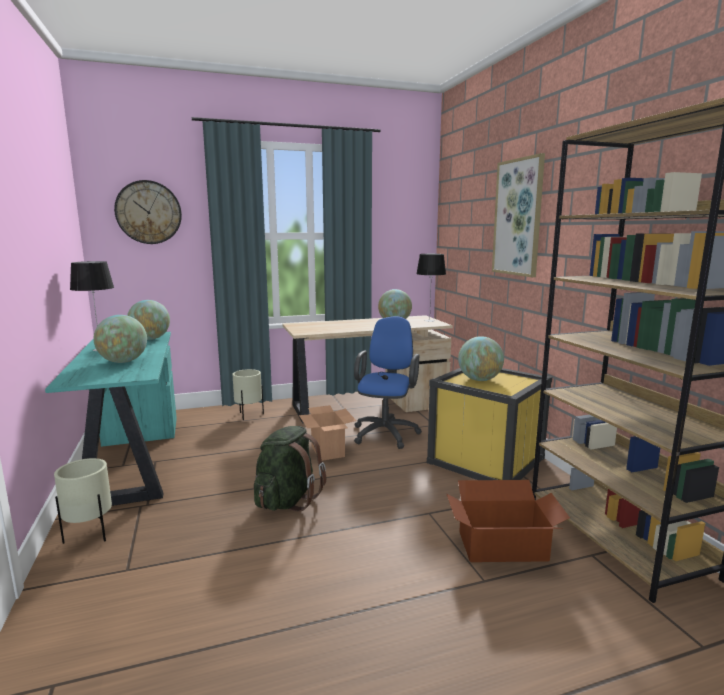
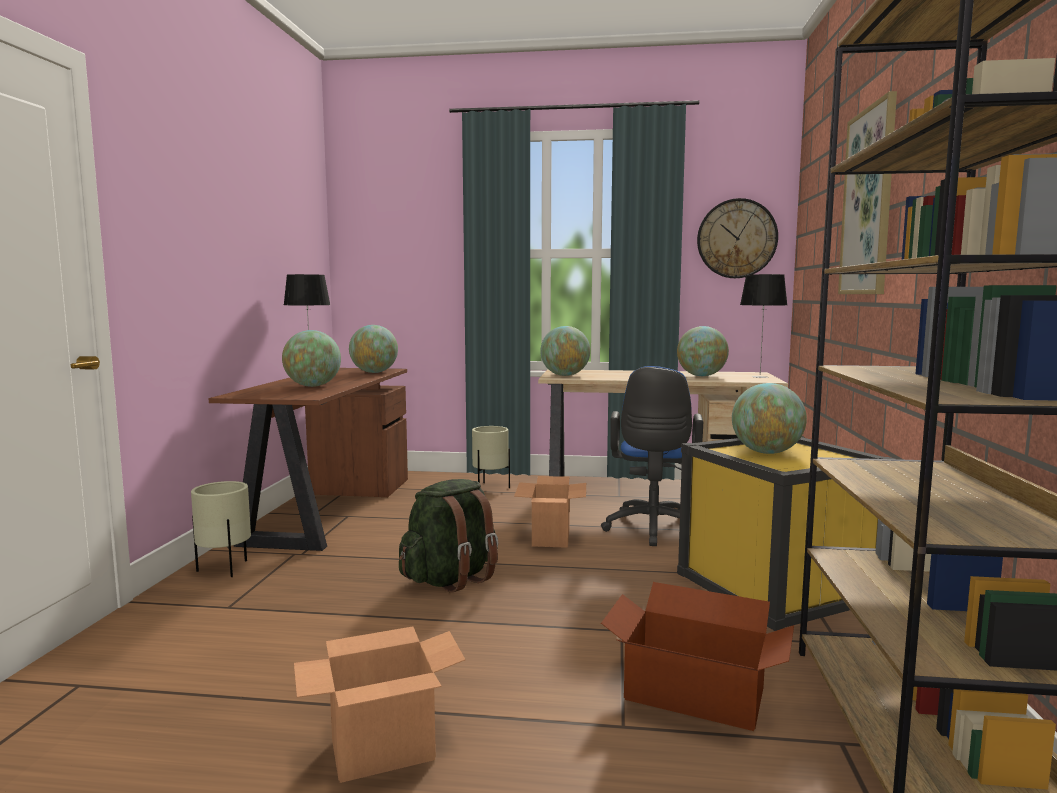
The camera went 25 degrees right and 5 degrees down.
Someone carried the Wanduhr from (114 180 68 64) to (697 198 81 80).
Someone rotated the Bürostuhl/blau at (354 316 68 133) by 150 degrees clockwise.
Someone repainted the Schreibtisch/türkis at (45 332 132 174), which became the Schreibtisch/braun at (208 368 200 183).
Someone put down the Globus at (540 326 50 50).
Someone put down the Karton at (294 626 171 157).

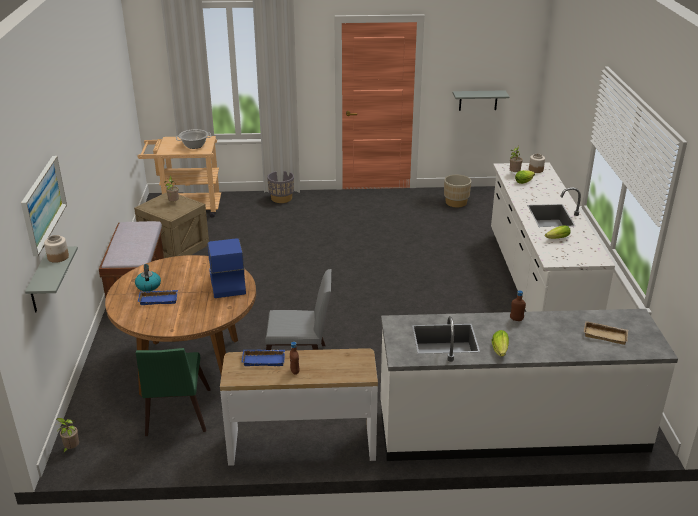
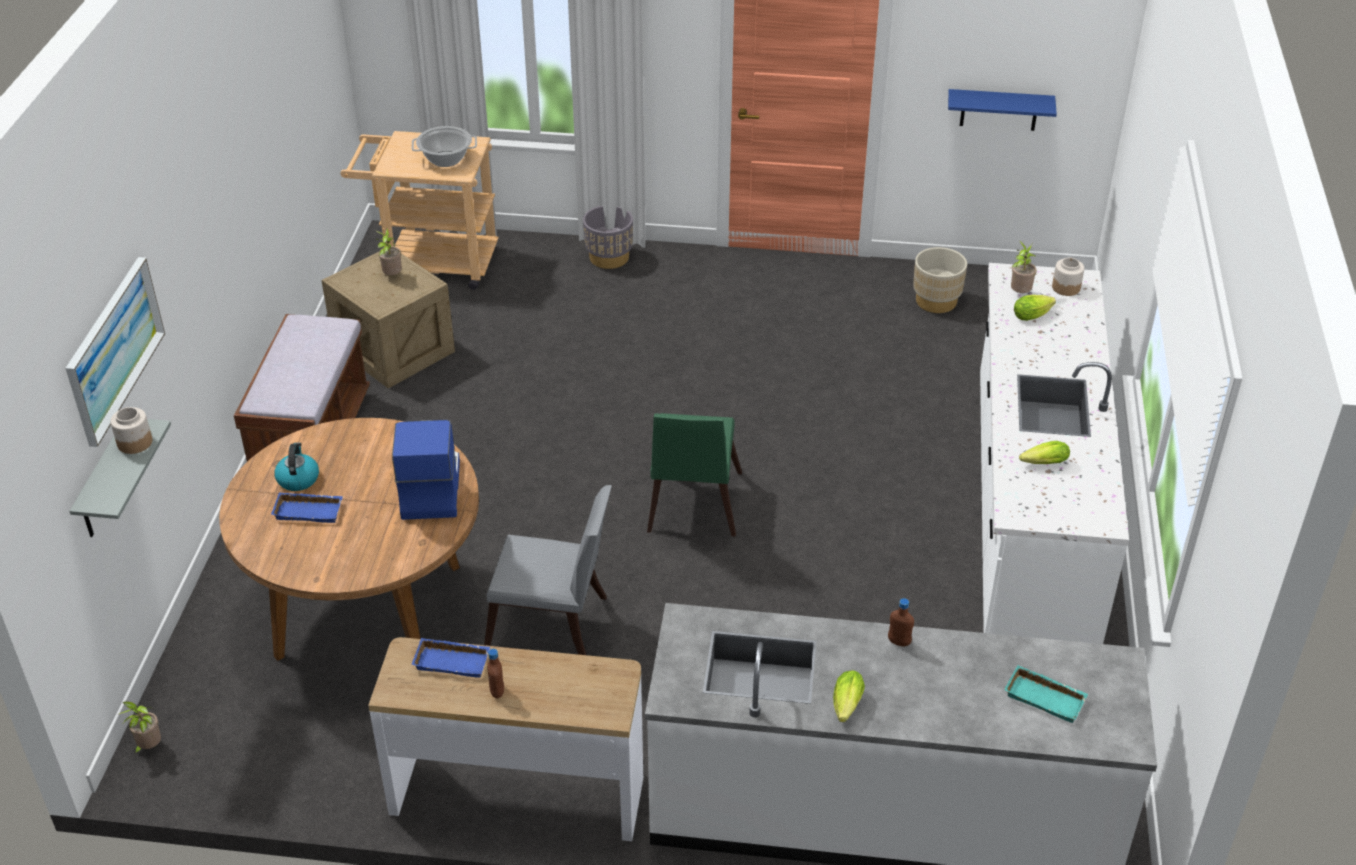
The camera went 10 degrees right and 10 degrees up.
Someone repainted the Wandregal/grau at (453 90 56 21), which became the Wandregal/blau at (948 89 109 42).
Someone repainted the Tablett/beige at (584 321 44 24), which became the Tablett/türkis at (1004 665 84 58).
Someone carried the Stuhl/grün from (136 348 75 88) to (647 413 95 124).

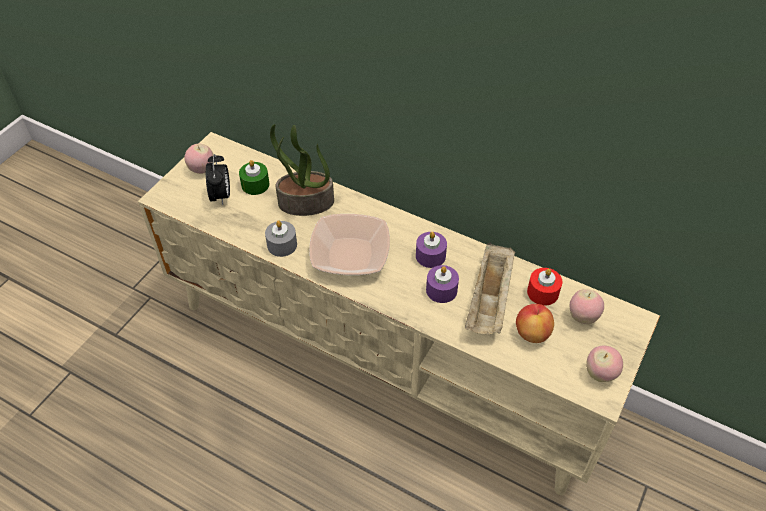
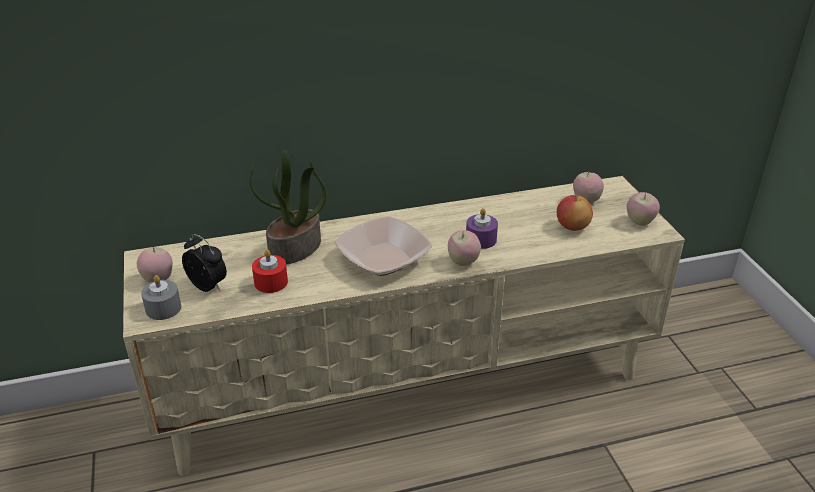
The camera went 45 degrees left and 15 degrees down.
Someone took away the Kerze/grün at (239 160 31 35).
Someone carried the Kerze/grau from (265 221 32 36) to (141 275 40 45).
Someone took away the Kerze/lila at (416 232 31 36).
Someone took away the Tablett/beige at (465 242 50 92).
Someone carried the Kerze/rot from (527 268 35 37) to (252 250 36 43).
Someone put down the Apfel at (448 230 33 36).

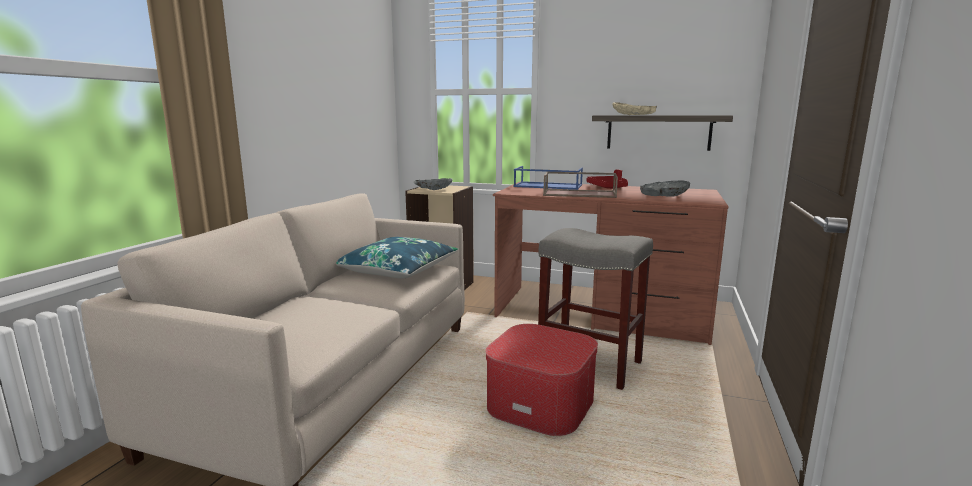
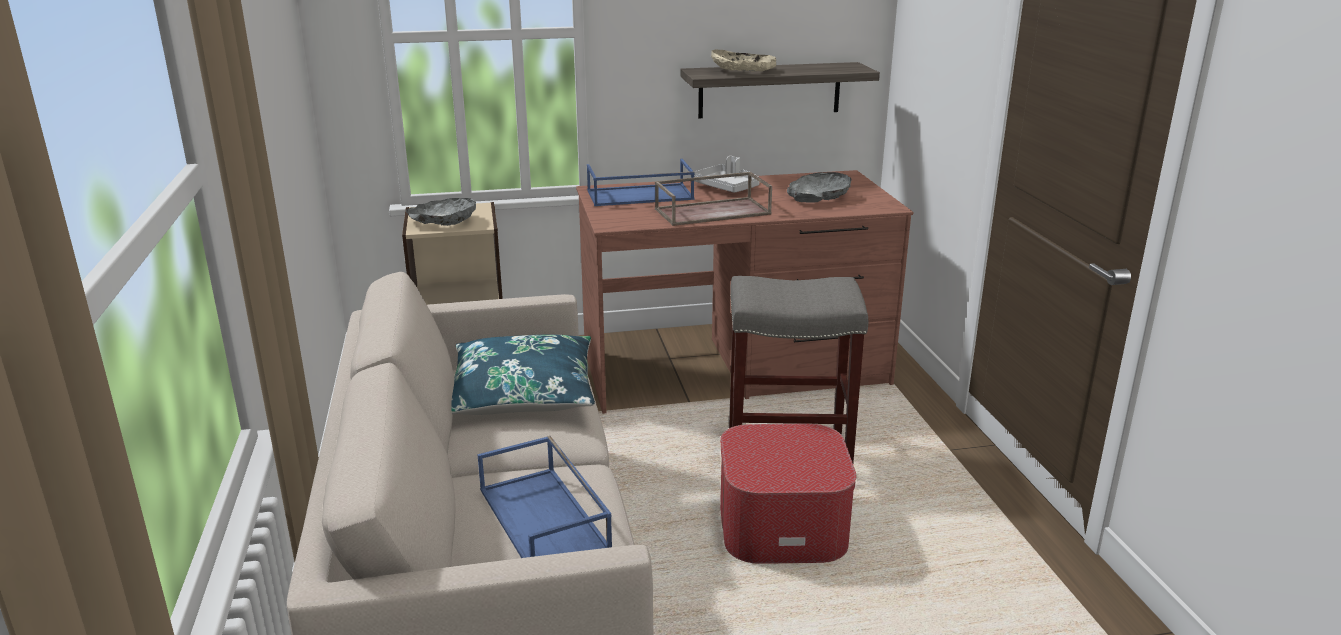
The camera went 30 degrees left and 10 degrees up.
Someone repainted the Tablett/rot at (587 170 41 19), which became the Tablett/grau at (694 156 65 37).
Someone put down the Tablett/blau at (477 436 135 122).

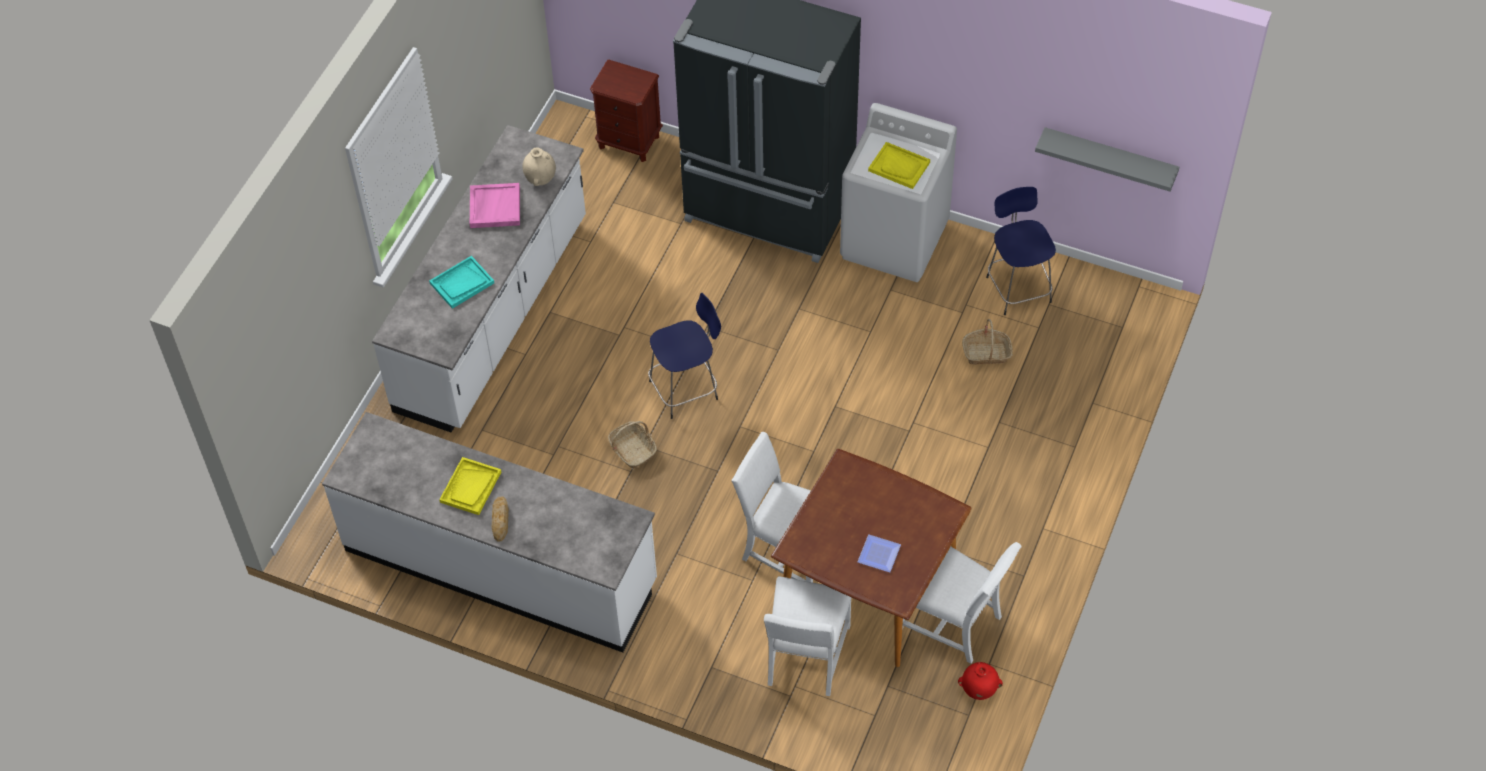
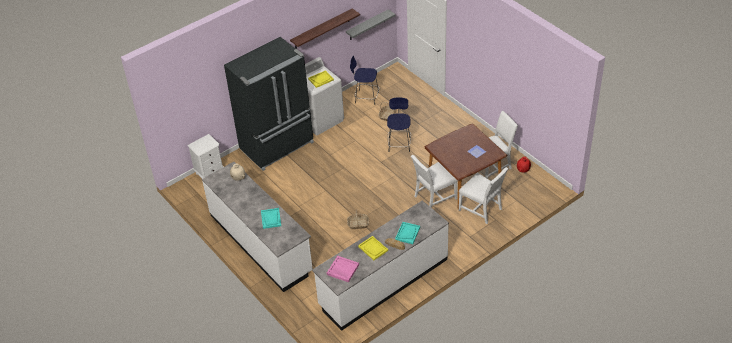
The camera went 60 degrees left and 10 degrees down.
Someone repainted the Nachttisch/braun at (590 59 73 103), which became the Nachttisch/weiß at (188 134 36 45).
Someone carried the Tablett/rosa from (470 183 50 45) to (327 255 32 27).
Someone carried the Hocker/blau from (648 293 73 126) to (387 97 24 55).
Someone put up the Wandregal at (290 8 70 41).
Someone put down the Tablett/türkis at (395 222 25 22).

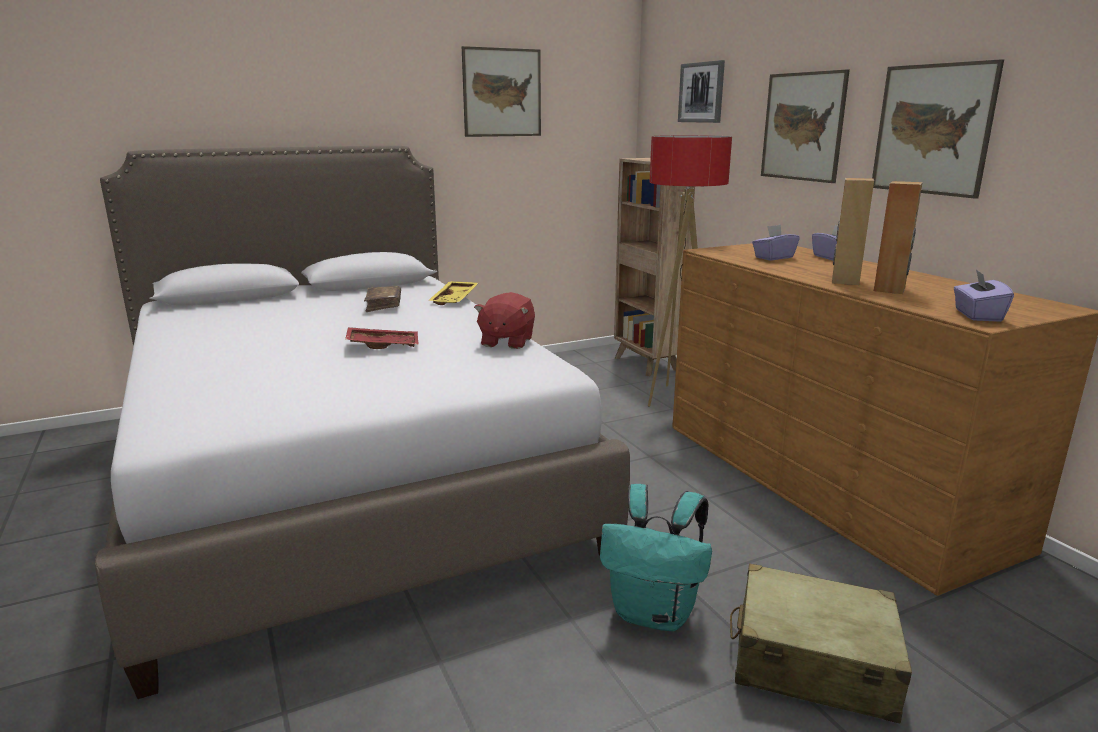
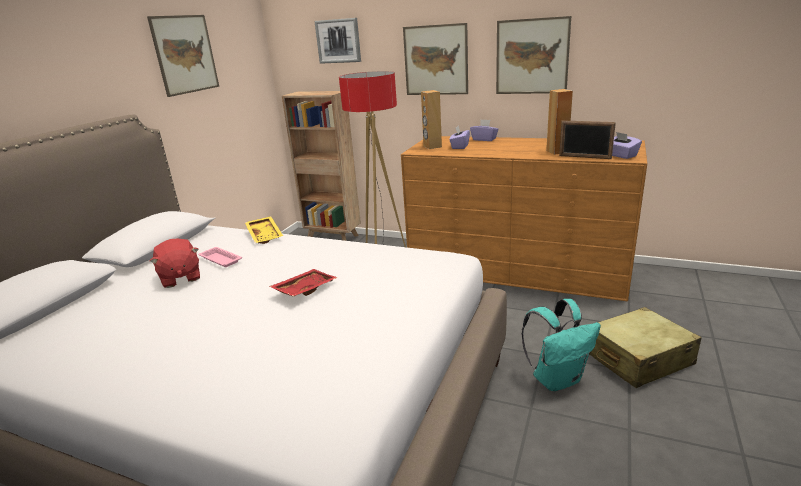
The camera went 40 degrees left and 5 degrees up.
Someone carried the Lautsprecher/braun from (832 178 42 107) to (421 90 21 59).
Someone swapped the Buch/braun at (364 286 37 26) for the Tablett/rosa at (198 247 44 20).
Someone carried the Plüschtier/rot from (474 292 61 57) to (150 239 50 49).
Someone put down the Bilderrahmen at (559 120 57 39).

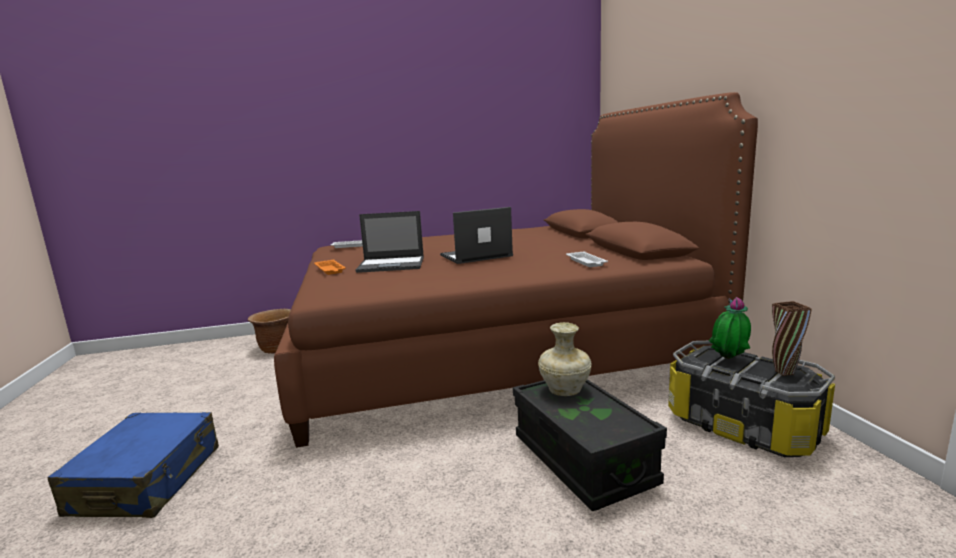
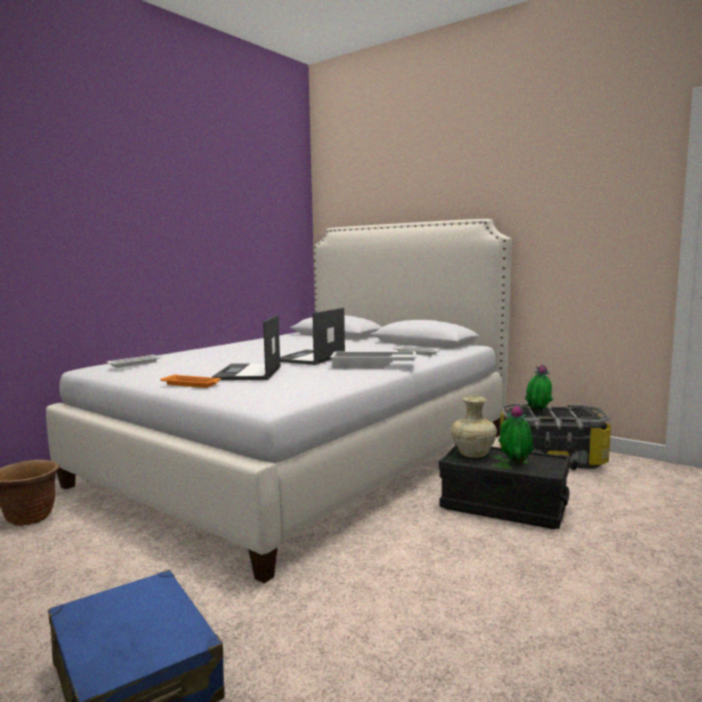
The camera went 40 degrees left and 5 degrees down.
Someone repainted the Bett/braun at (274 92 484 356), which became the Bett/weiß at (46 219 466 364).
Someone rotated the Laptop at (355 211 69 62) by 135 degrees clockwise.
Someone took away the Vase/braun at (772 301 40 75).
Someone put down the Tablett/weiß at (330 351 86 18).
Someone put down the Topfpflanze at (498 405 36 59).

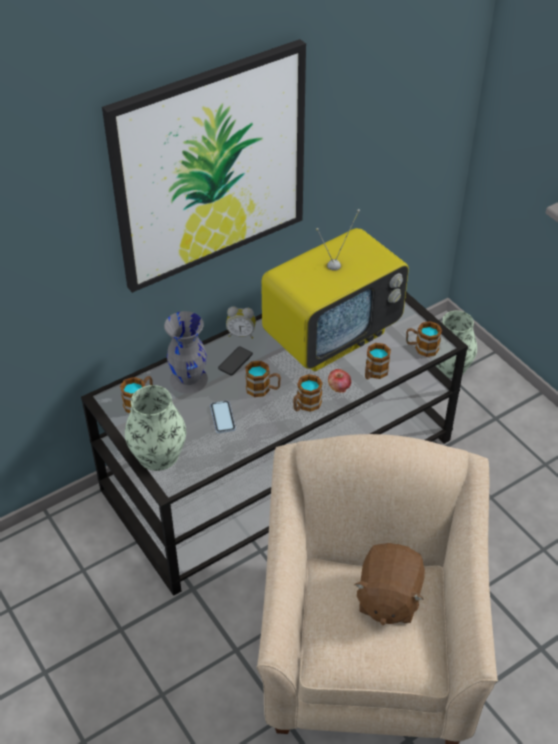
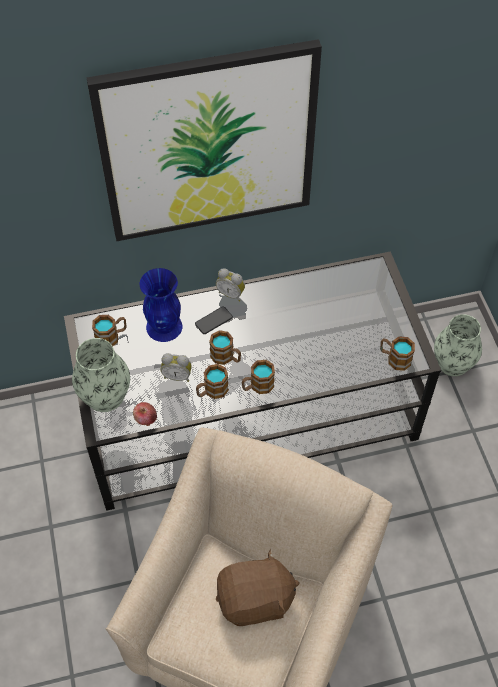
The camera went 20 degrees right and 10 degrees up.
Someone took away the Fernseher at (261 209 148 162).
Someone repainted the Vase/grau at (164 311 44 83), which became the Vase/blau at (140 268 42 74).
Someone carried the Henkelbecher from (365 343 26 37) to (196 364 33 35).
Someone carried the Apfel from (328 369 23 24) to (133 402 24 24).
Someone swapped the Handy at (210 401 26 32) for the Wecker at (161 353 31 29).
Someone rotated the Plüschtier/braun at (354 543 71 82) by 135 degrees counterclockwise.

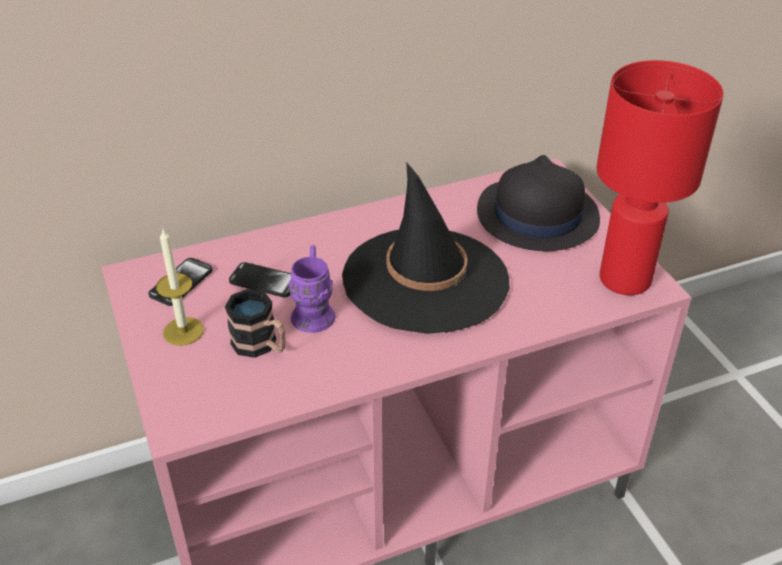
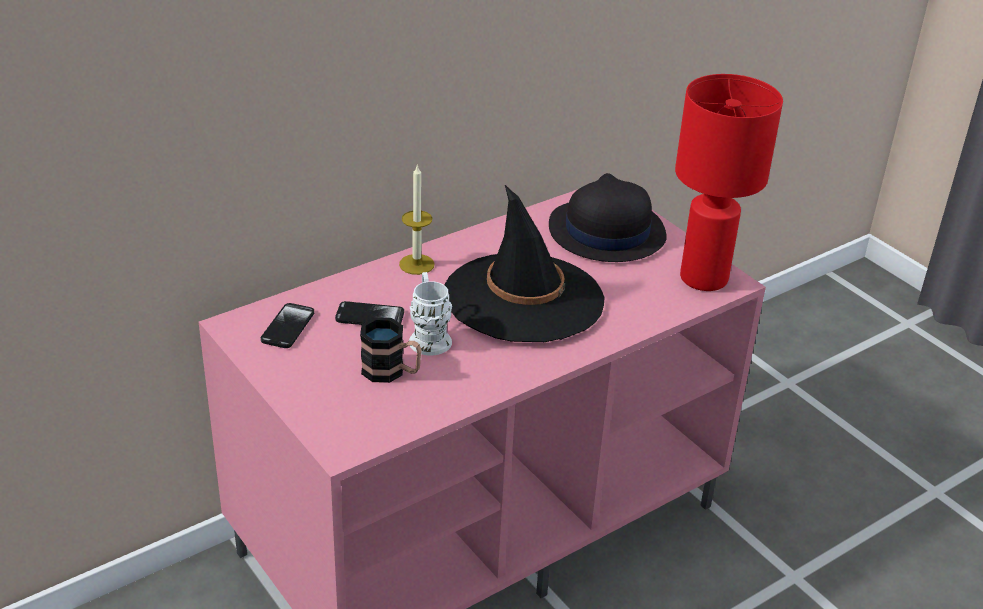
The camera went 15 degrees left and 5 degrees down.
Someone carried the Kerze from (156 228 48 118) to (399 165 36 110).
Someone repainted the Henkelbecher/lila at (289 246 46 87), which became the Henkelbecher/weiß at (409 272 43 84).

